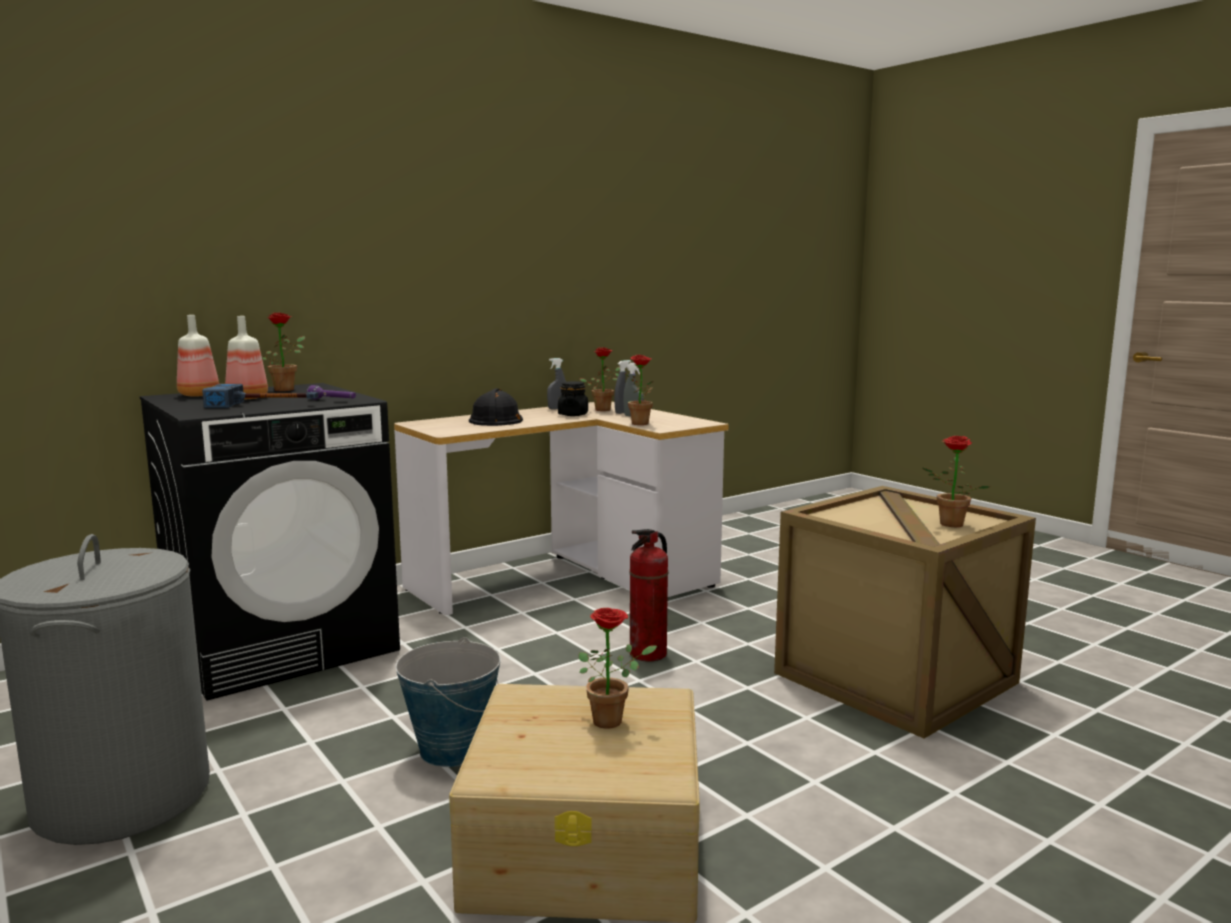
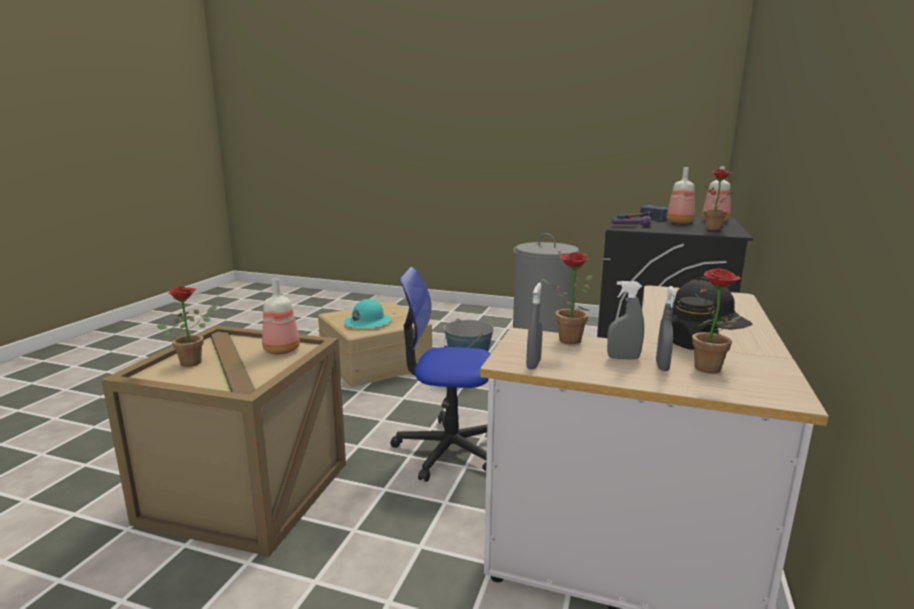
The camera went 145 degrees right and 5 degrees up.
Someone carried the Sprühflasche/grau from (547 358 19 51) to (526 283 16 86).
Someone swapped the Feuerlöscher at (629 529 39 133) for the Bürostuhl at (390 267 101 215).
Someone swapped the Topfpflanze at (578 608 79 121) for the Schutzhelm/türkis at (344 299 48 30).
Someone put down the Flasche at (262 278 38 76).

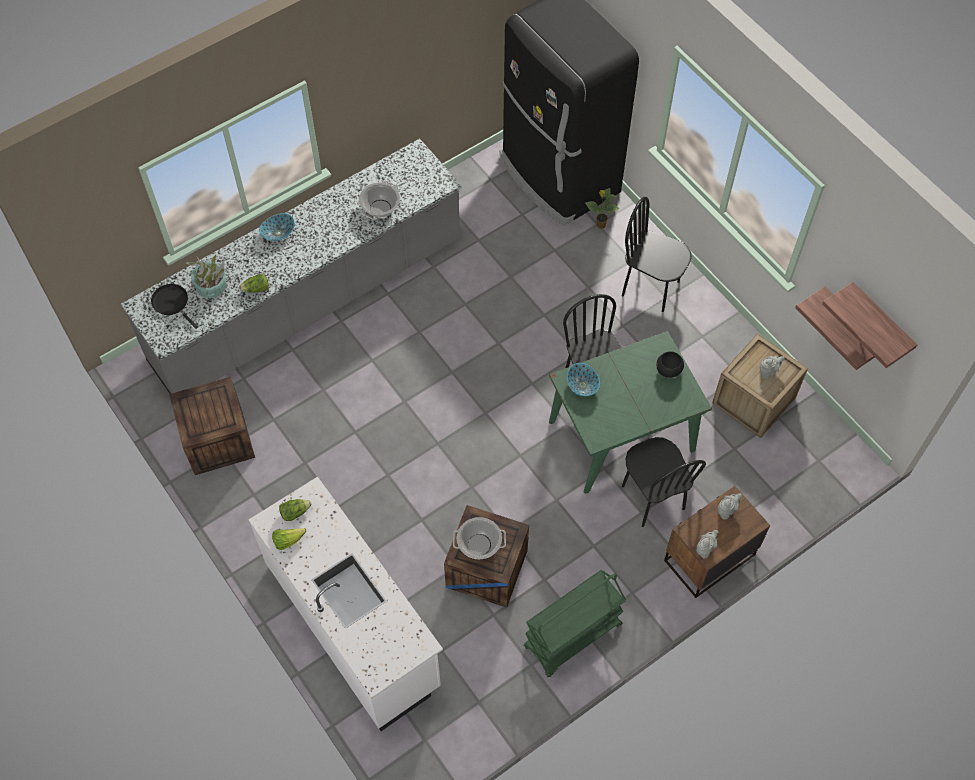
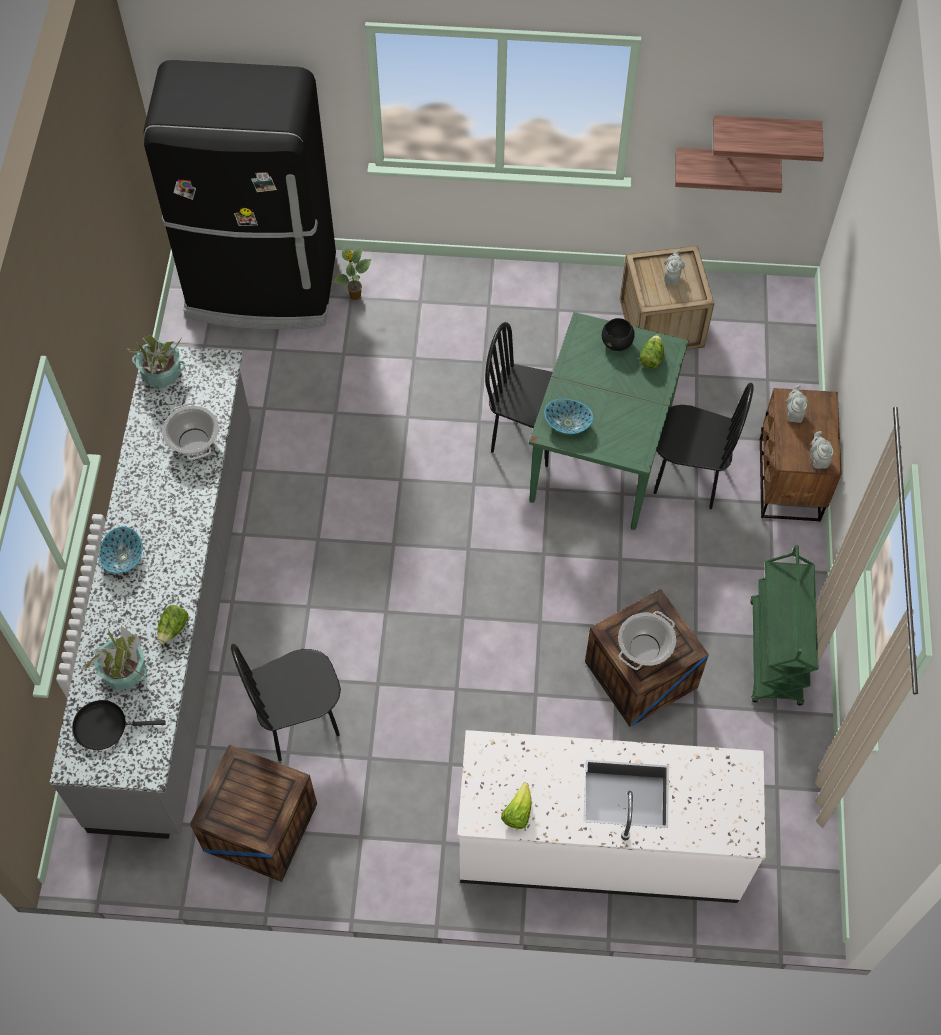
The camera went 50 degrees left and 0 degrees up.
Someone carried the Stuhl/schwarz from (622 197 70 115) to (231 644 110 117).
Someone carried the Salatkopf from (279 499 32 22) to (640 335 24 34).
Someone put down the Topfpflanze at (126 335 59 52).

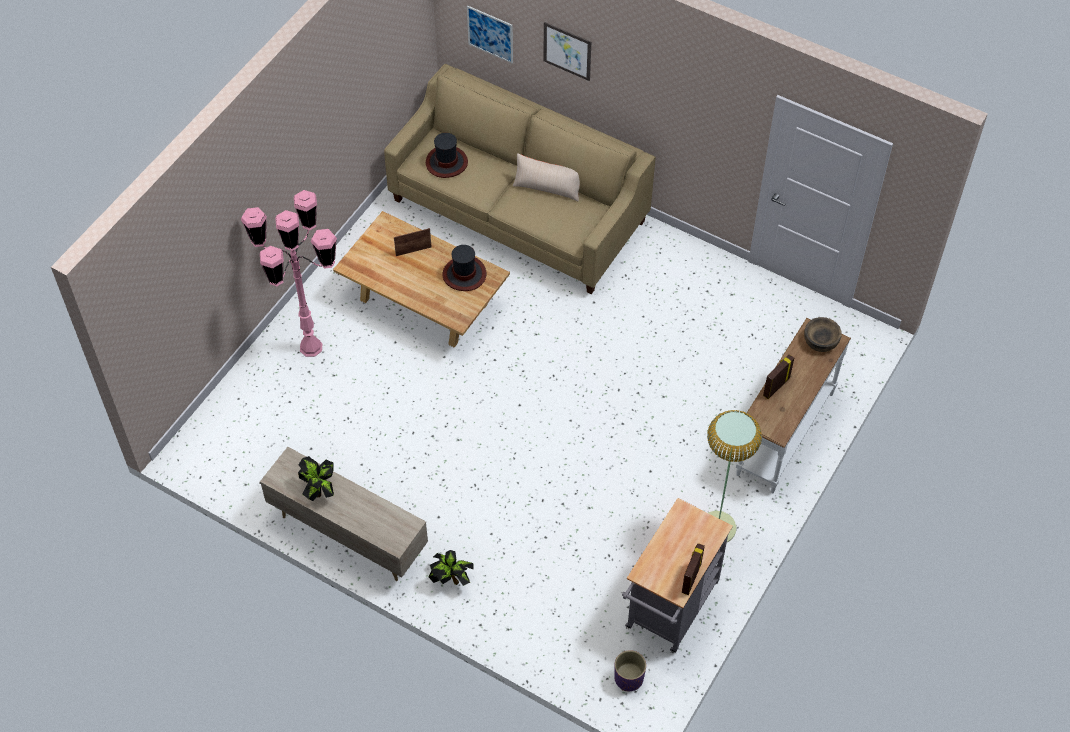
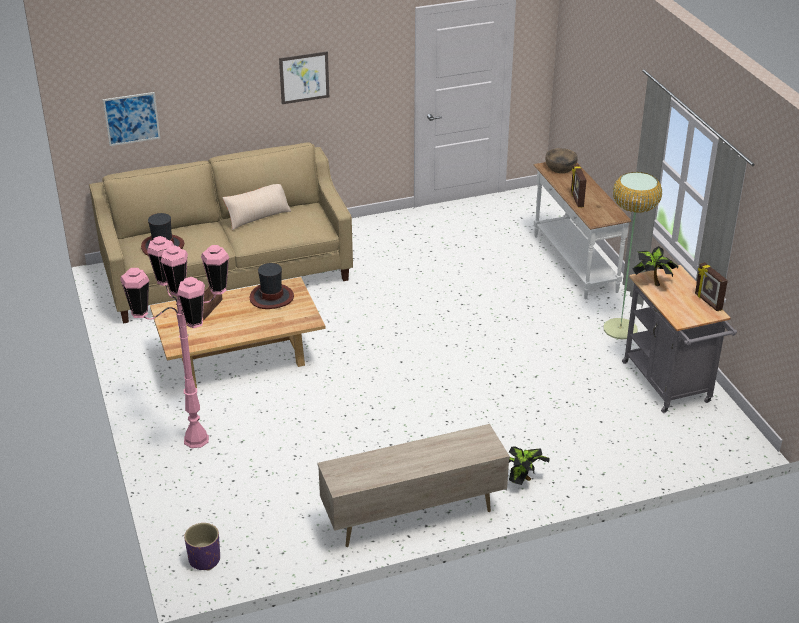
The camera went 50 degrees left and 20 degrees down.
Someone carried the Bild from (544 22 47 59) to (279 51 50 53).
Someone carried the Topfpflanze from (298 456 36 45) to (633 246 45 40).
Someone carried the Pflanzkübel/lila from (614 650 32 41) to (184 523 36 48).

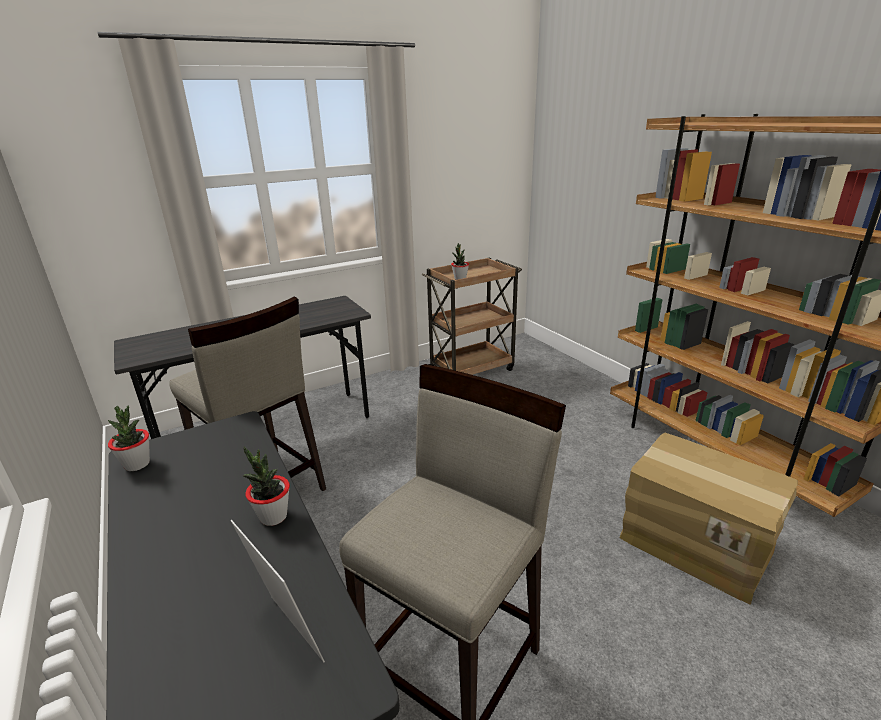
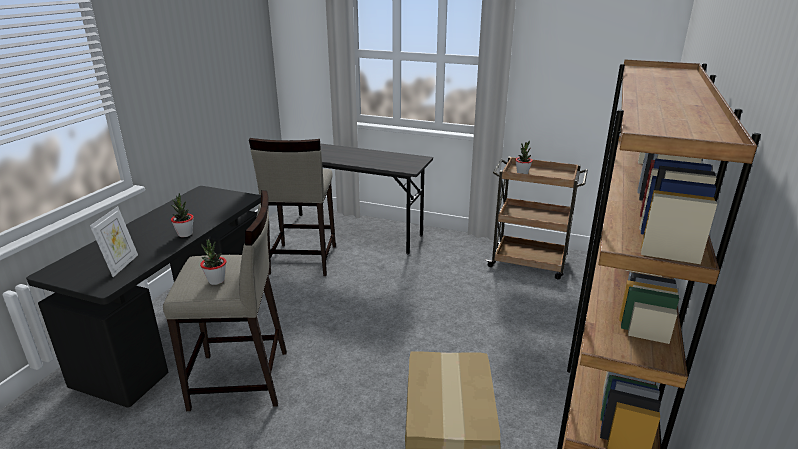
The camera went 50 degrees right and 0 degrees up.
Someone carried the Topfpflanze from (108 405 42 66) to (200 239 26 46).

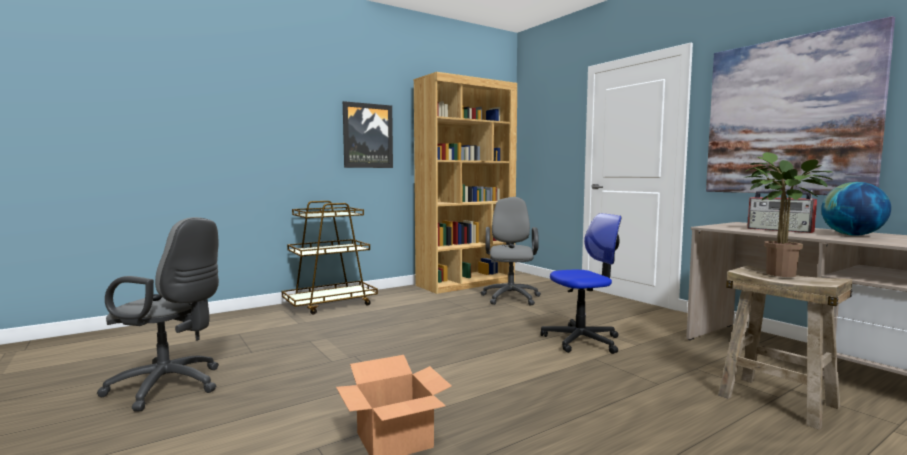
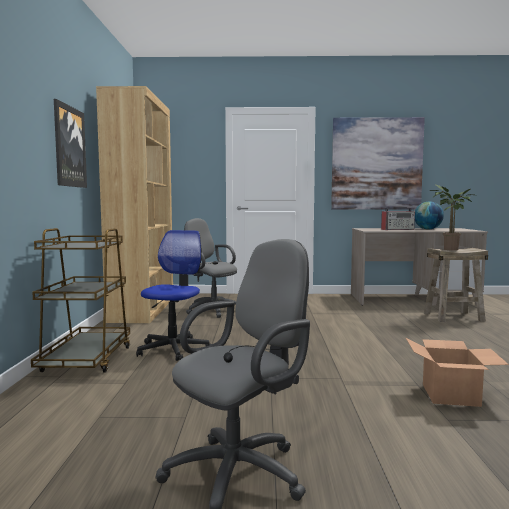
The camera went 55 degrees left and 0 degrees up.
Someone carried the Bürostuhl from (540 213 82 141) to (136 230 75 131).

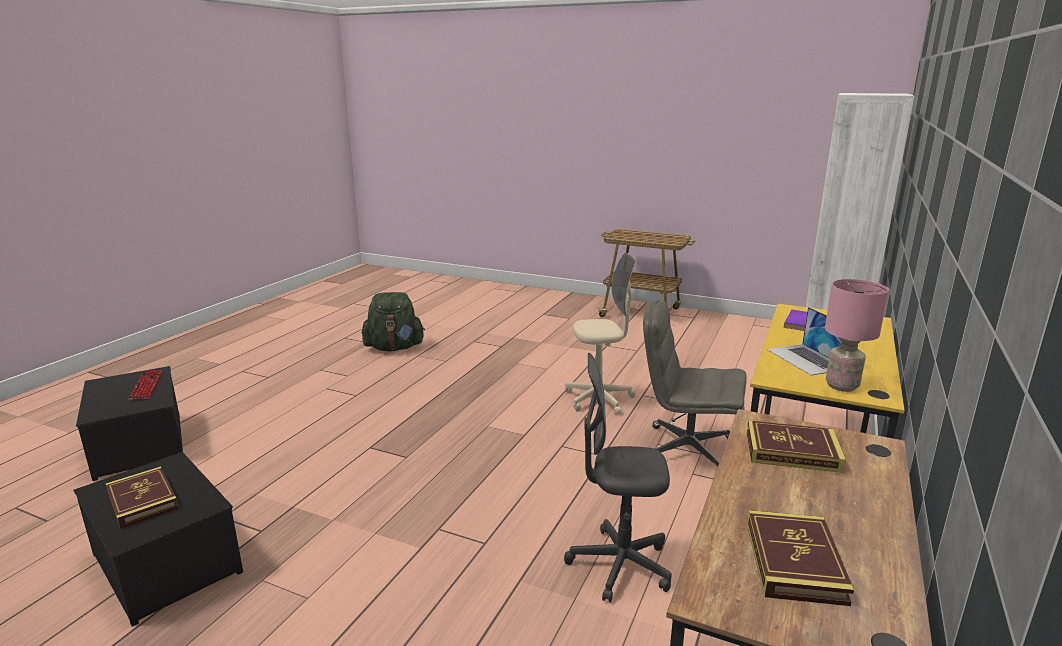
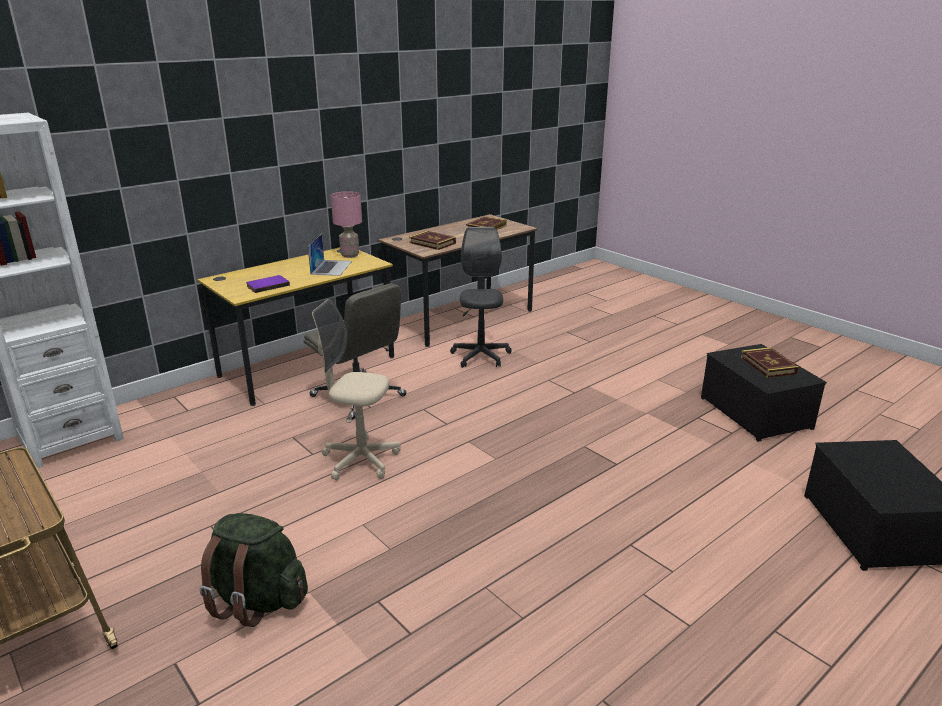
The camera went 155 degrees left and 5 degrees up.
Someone carried the Rucksack/grün from (362 292 63 59) to (200 513 108 114).
Someone rotated the Bürostuhl/grau at (564 353 108 250) by 120 degrees counterclockwise.
Someone took away the Tastatur at (128 370 36 30).

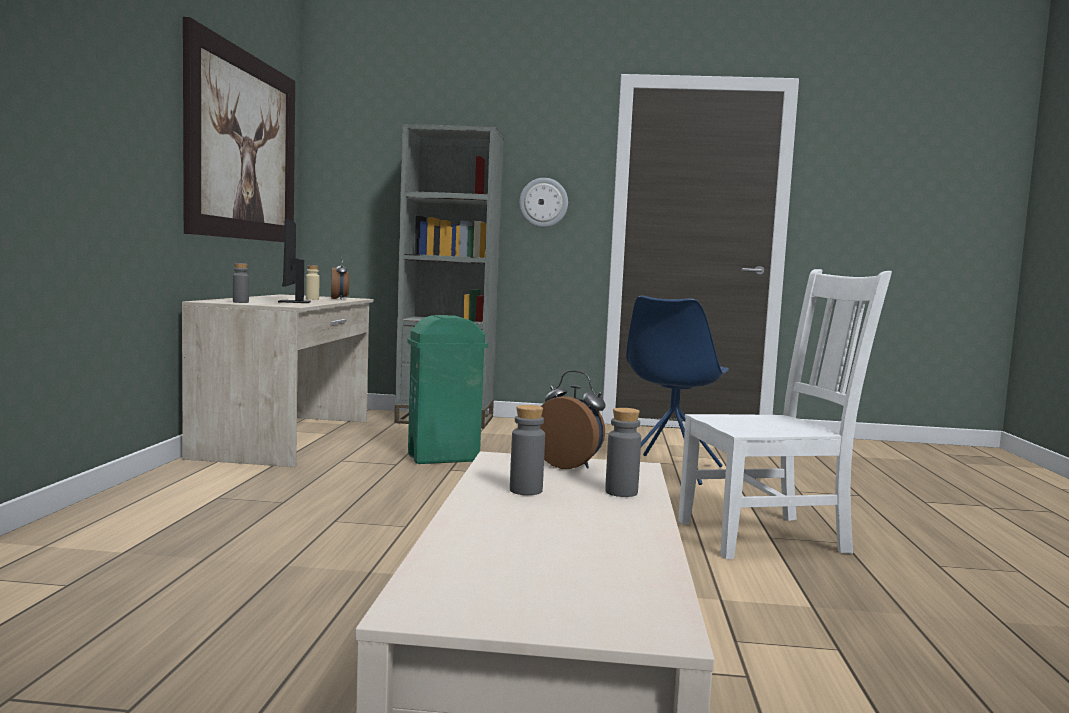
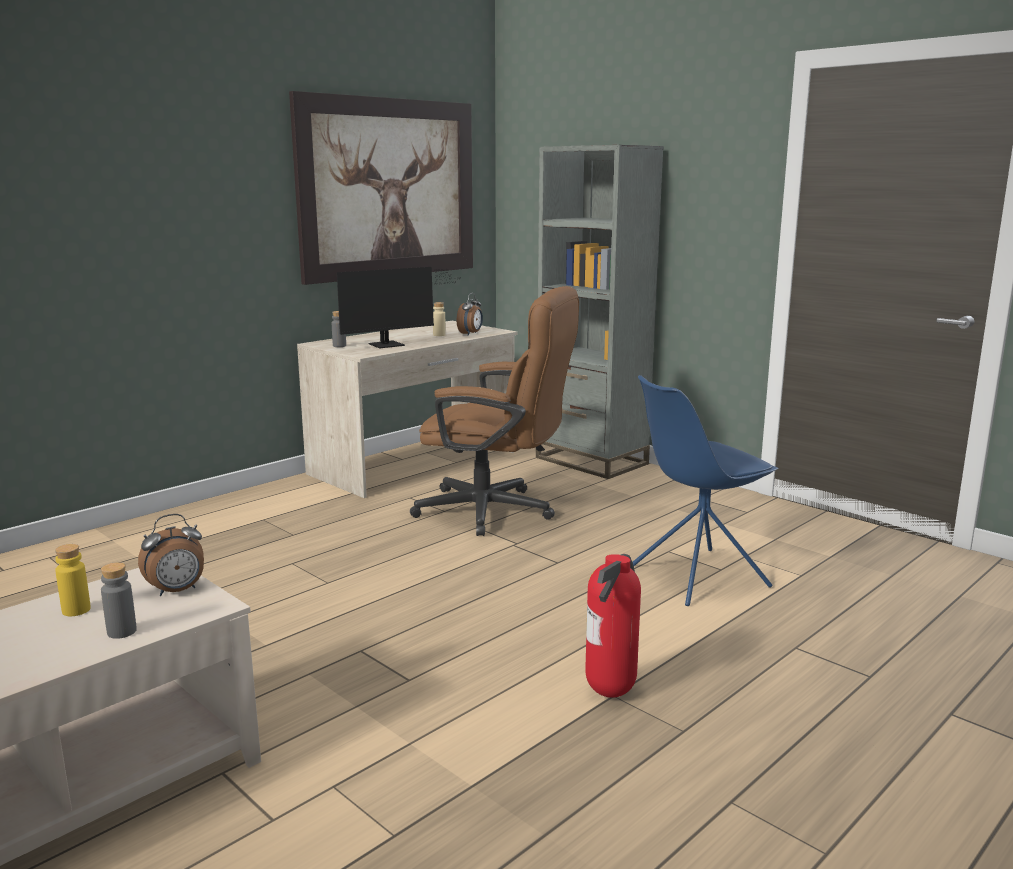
The camera went 40 degrees right and 10 degrees up.
Someone took away the Wanduhr at (519 178 49 49).
Someone rotated the Monitor at (278 218 33 85) by 150 degrees counterclockwise.
Someone swapped the Stuhl/weiß at (678 269 214 290) for the Feuerlöscher at (585 554 56 144).
Someone swapped the Mülleimer/grün at (407 315 81 149) for the Bürostuhl/braun at (410 286 169 250).
Someone rotated the Wecker at (540 370 65 99) by 75 degrees clockwise.
Someone repainted the Flasche/grau at (510 405 35 90), which became the Flasche/gelb at (55 544 36 72).

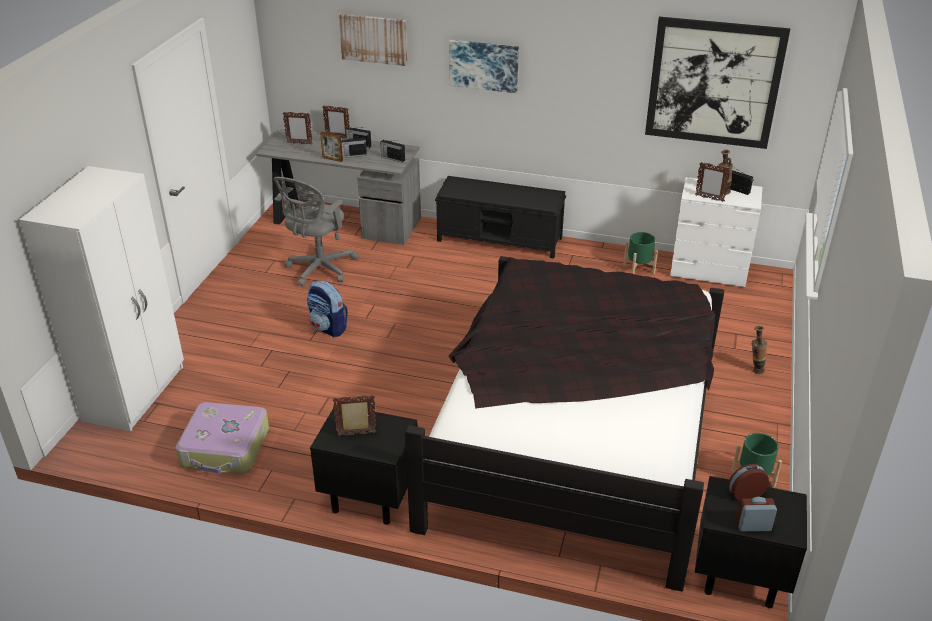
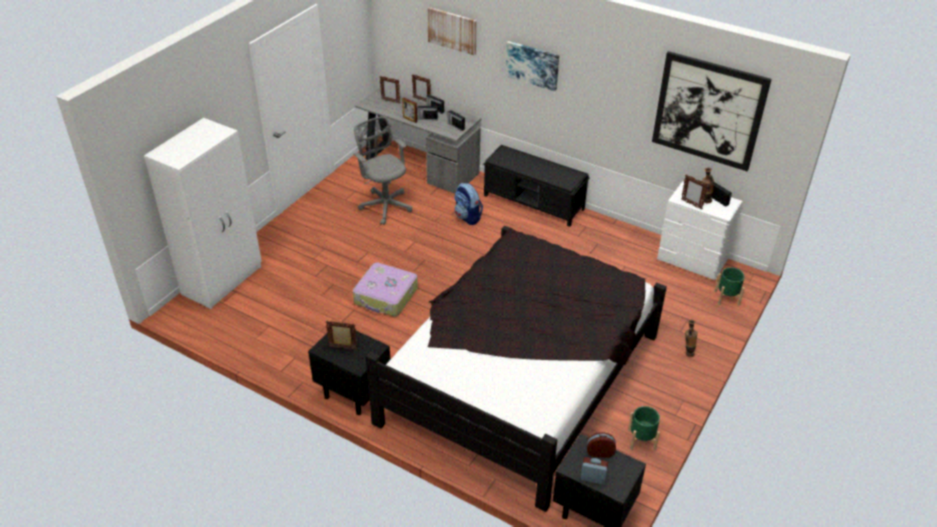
The camera went 15 degrees right and 5 degrees up.
Someone rotated the Bürostuhl/grau at (273 177 85 110) by 105 degrees clockwise.
Someone carried the Pflanzkübel/grün from (623 232 35 42) to (715 267 30 39).
Someone carried the Rucksack from (307 281 41 56) to (454 183 29 42).
Someone carried the Koffer from (175 402 94 72) to (353 263 65 53).

